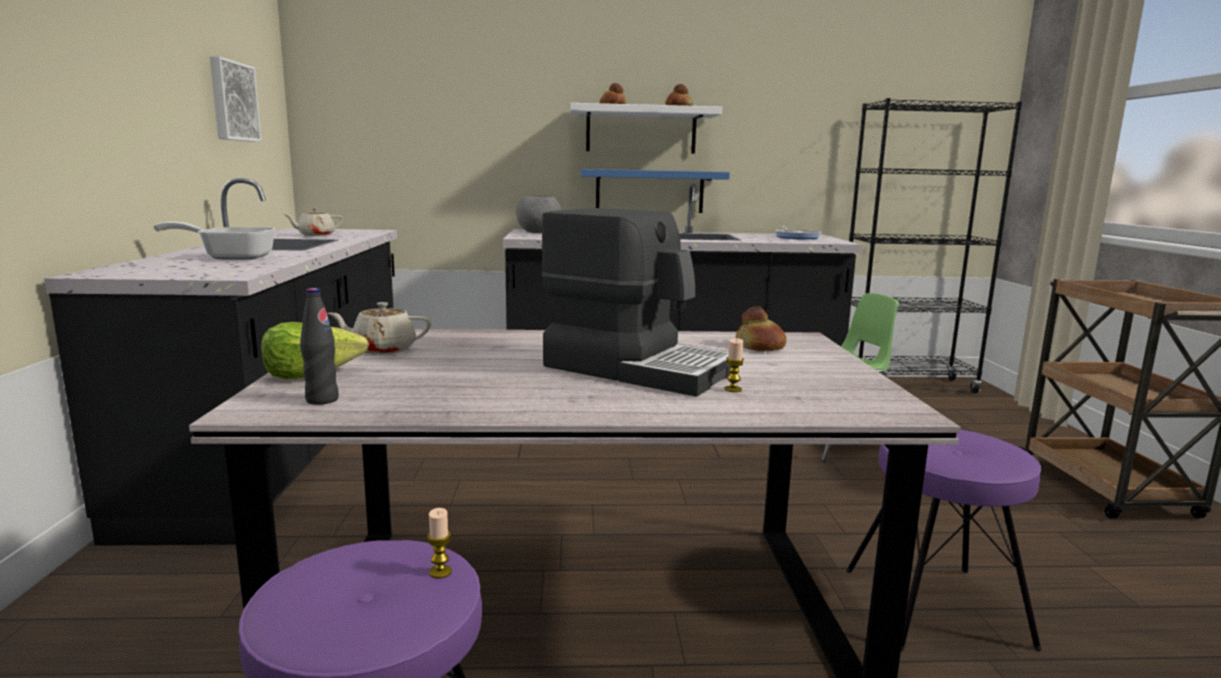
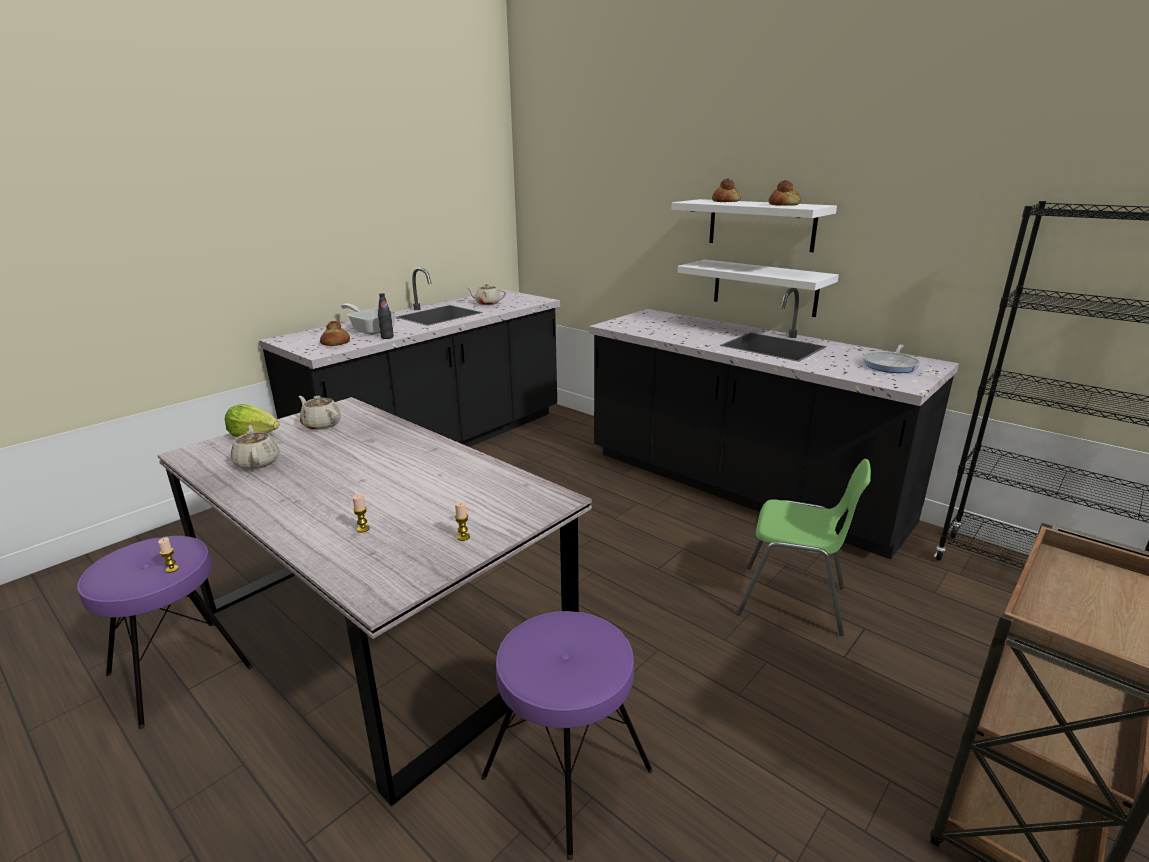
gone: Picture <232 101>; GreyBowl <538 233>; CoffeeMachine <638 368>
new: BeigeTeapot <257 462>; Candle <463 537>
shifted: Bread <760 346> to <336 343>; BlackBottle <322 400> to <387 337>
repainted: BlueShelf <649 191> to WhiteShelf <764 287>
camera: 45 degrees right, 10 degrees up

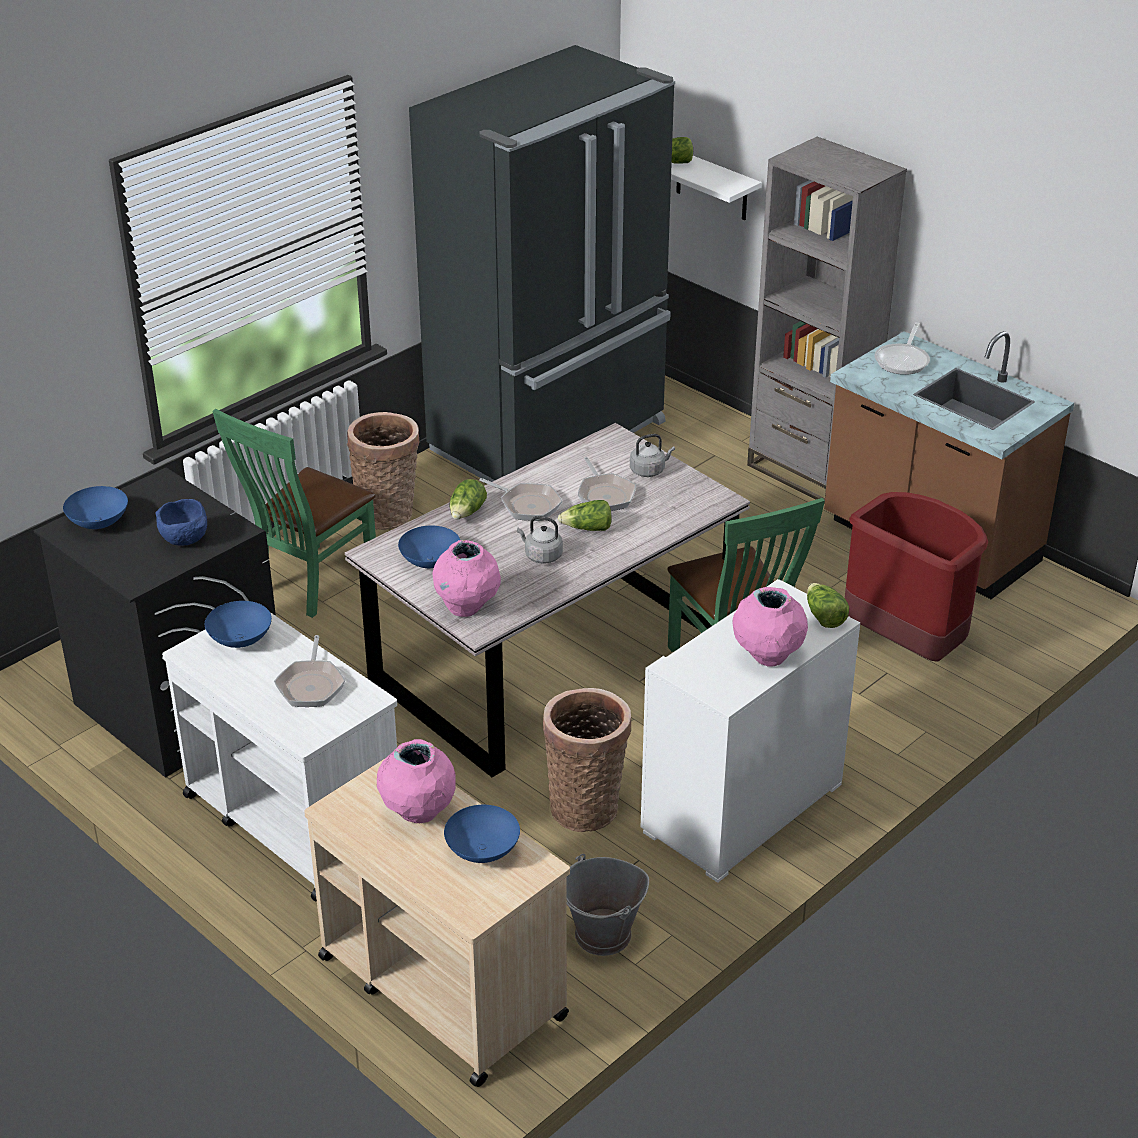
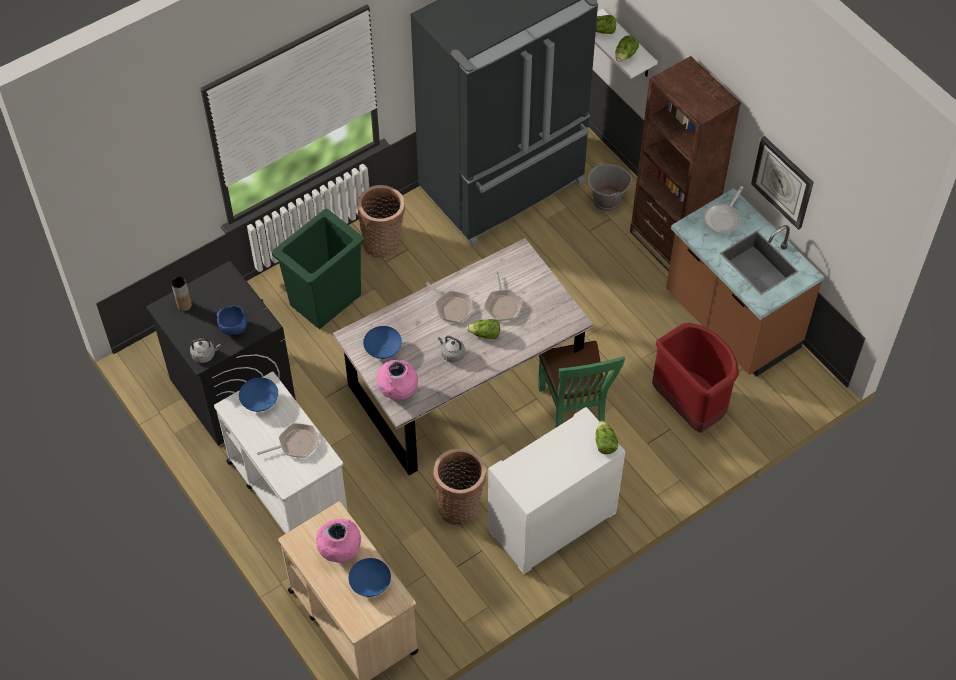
gone: PinkVase <768 657>
new: WallClock <783 182>
shifted: GreyKettle <649 470> to <205 354>; GreyBucket <603 935> to <607 201>; Lettuce <467 513> to <625 55>
swapped: BlueBowl <98 523> to BrownVase <184 305>; GreenChair <310 584> to GreenTrashCan <324 300>
repainted: GreyBookcase <809 471> to BrownBookcase <670 243>
rotated: FryingPan <311 685> = <295 444> 120 degrees counterclockwise
camera: 10 degrees right, 20 degrees up

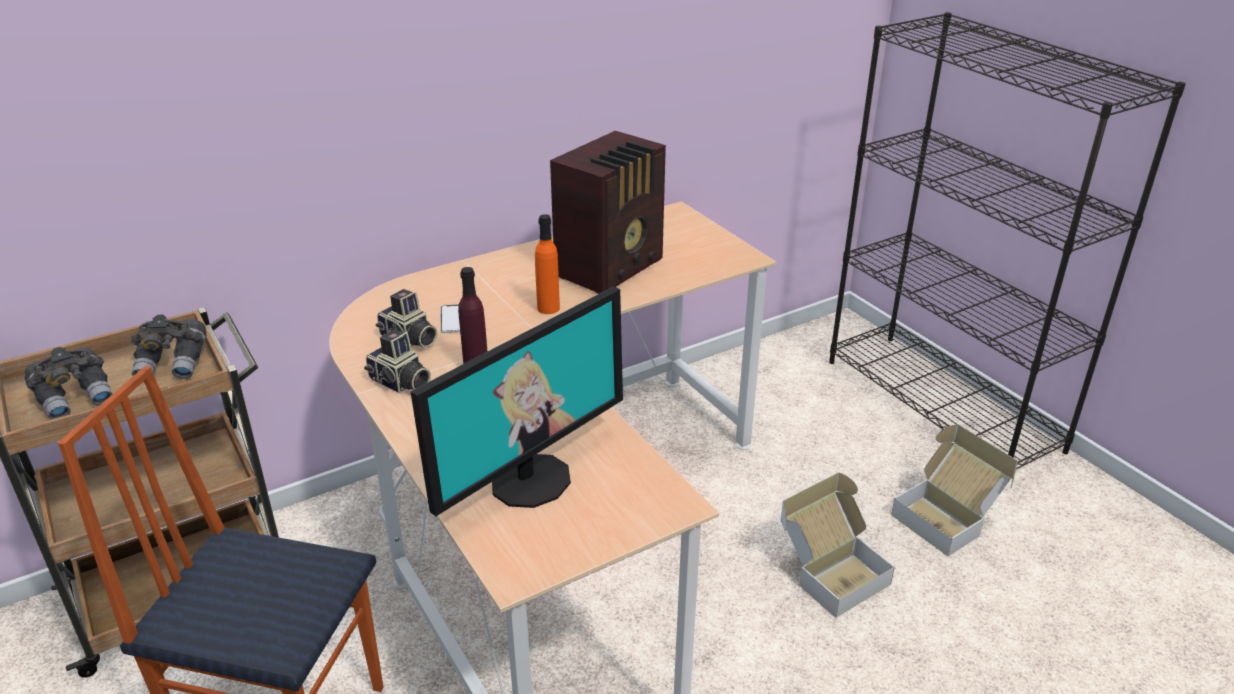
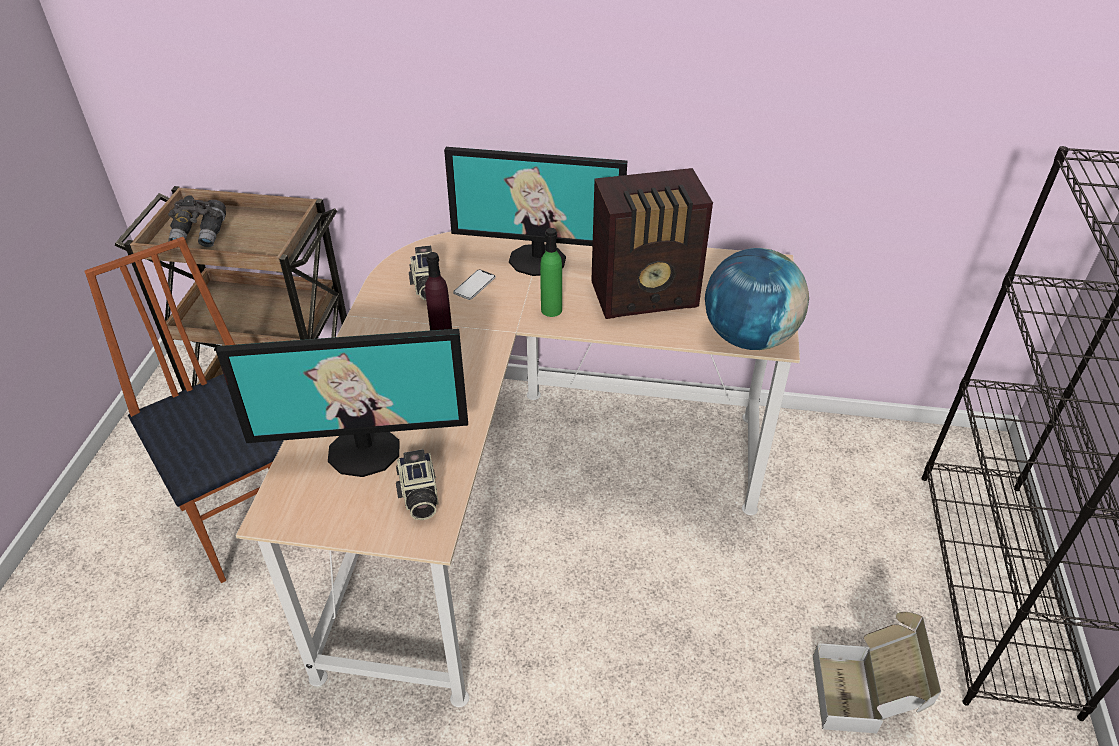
gone: GreyBinoculars <174 364>; CardboardBox <830 572>
new: Monitor <538 259>; Globe <748 338>
shifted: PhotoCamera <400 383> to <419 497>
repainted: OrangeBottle <548 308> to GreenBottle <551 310>
camera: 40 degrees right, 10 degrees up

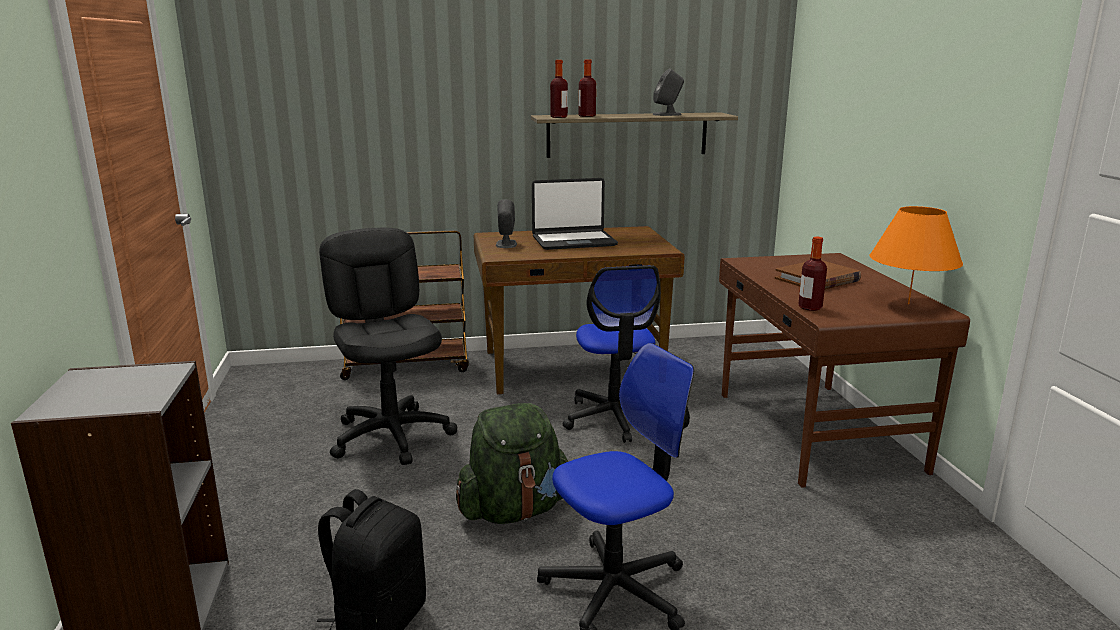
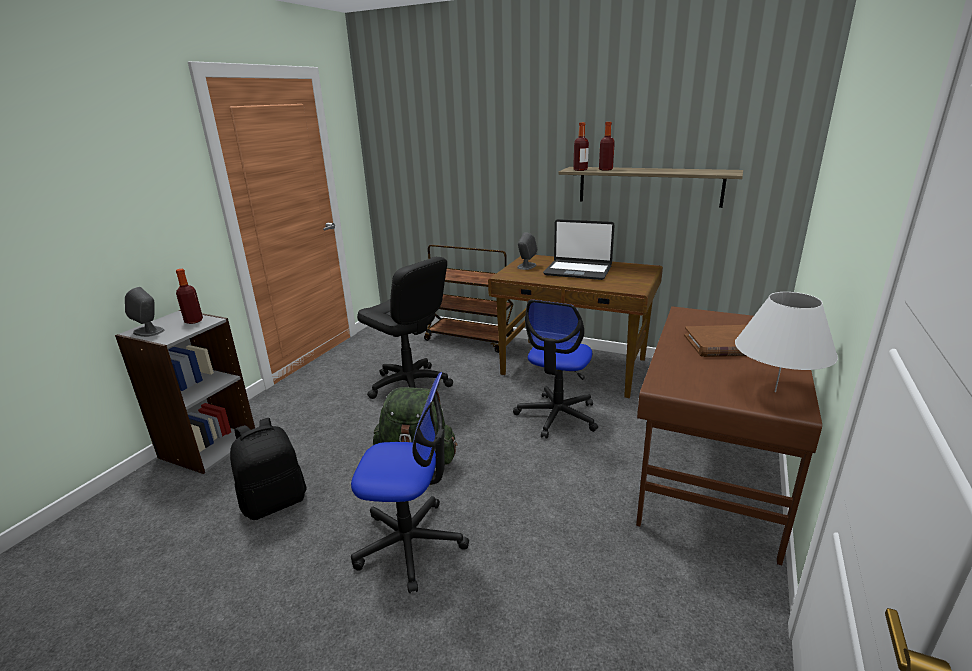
shifted: GreySpeaker <667 114> to <149 331>; Bottle <810 307> to <194 321>
repainted: OrangeTableLamp <908 304> to WhiteTableLamp <775 391>
rotated: BlackOfficeChair <392 436> = <409 386> 120 degrees clockwise
camera: 35 degrees right, 5 degrees up

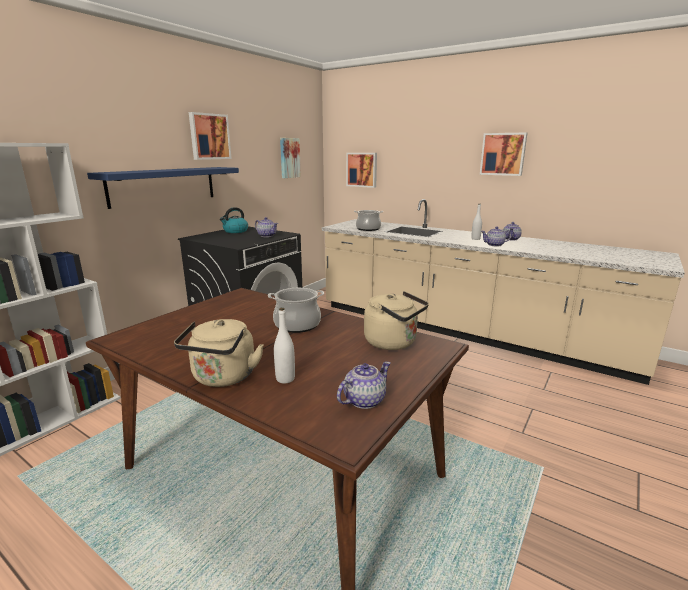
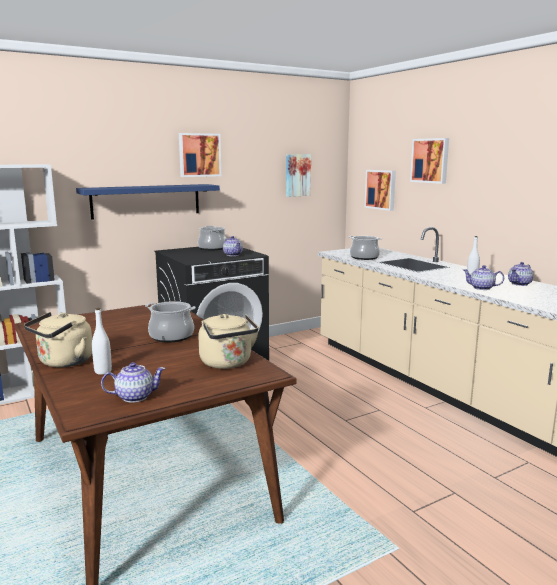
shifted: Picture <503 154> to <430 160>
swapped: Kettle <235 231> to CookingPot <213 248>
camera: 25 degrees right, 5 degrees down

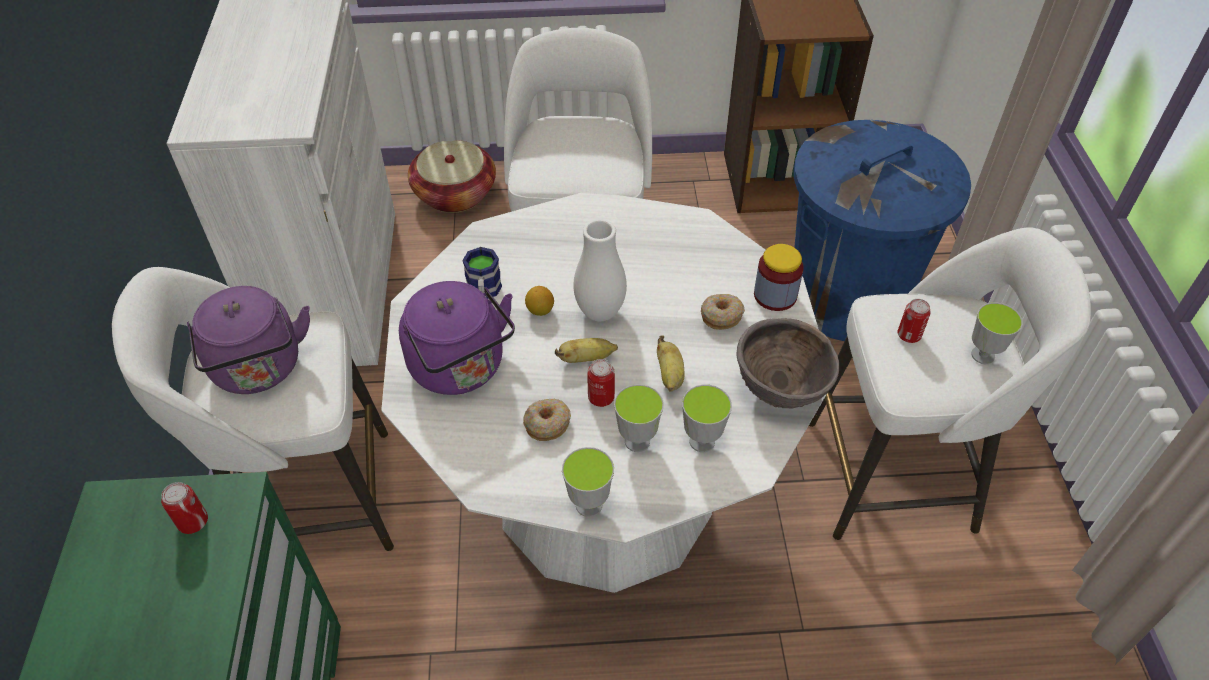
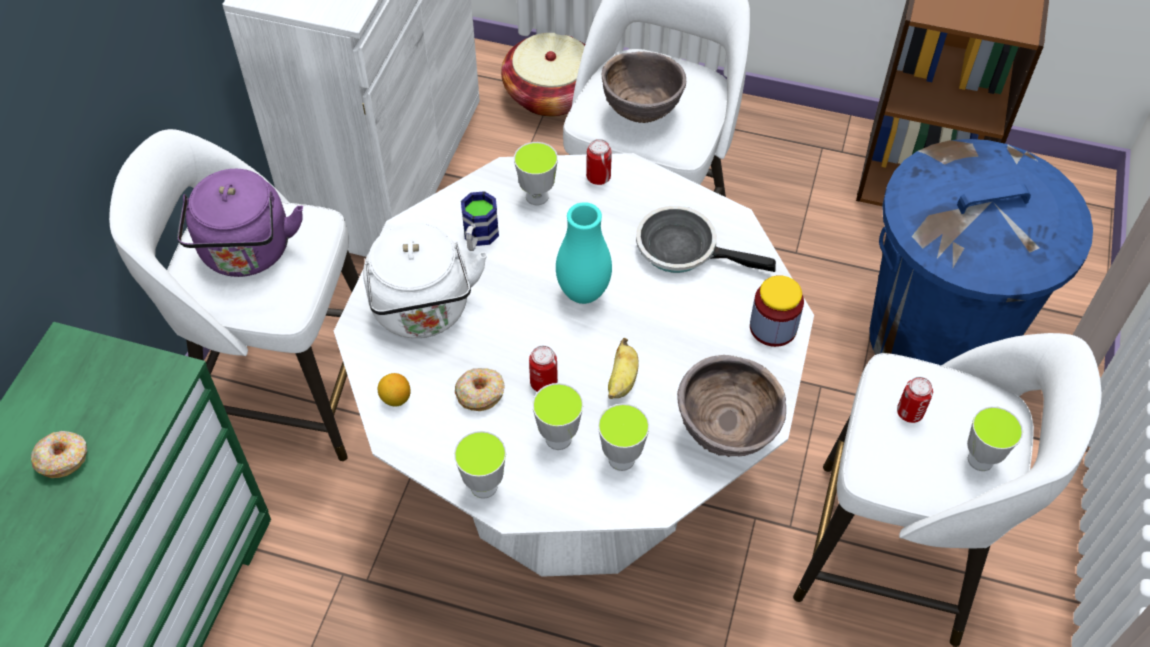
gone: Banana <586 358>
new: Cup <537 196>; BrownBowl <641 113>; FryingPan <683 249>
shifted: Donut <721 316> to <63 458>; Lemon <540 310> to <396 399>; Can <193 522> to <598 177>
repainted: PurpleKettle <461 369> to WhiteKettle <423 312>; WhiteVase <600 312> to TurquoiseVase <583 293>
camera: 20 degrees right, 5 degrees up

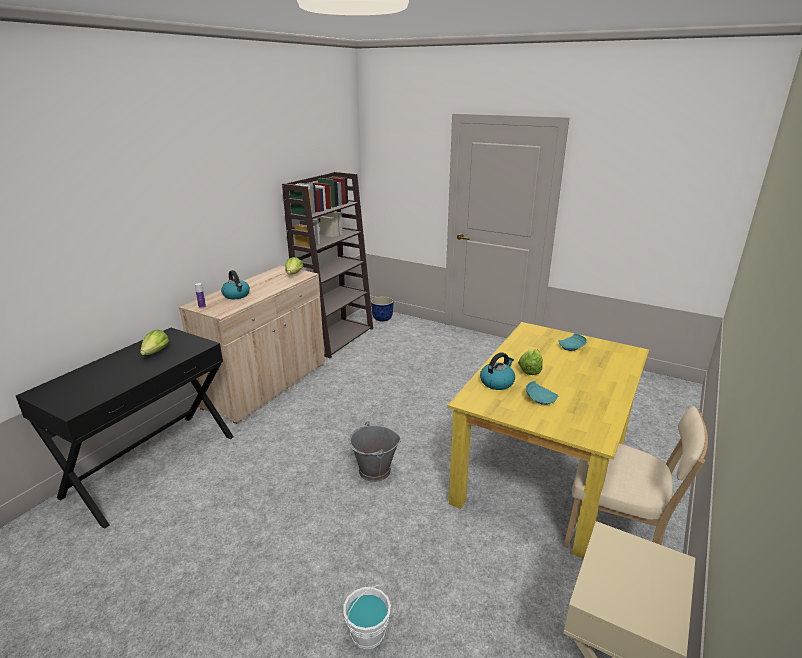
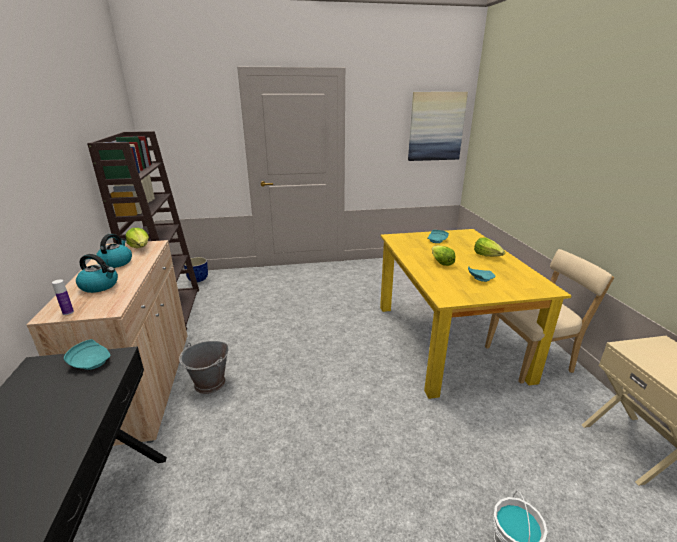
new: TurquoisePlate <91 362>; Picture <436 126>
shifted: Kettle <497 382> to <116 262>; GreyBucket <374 471> to <210 383>; Lettuce <156 352> to <487 255>
camera: 40 degrees left, 0 degrees up

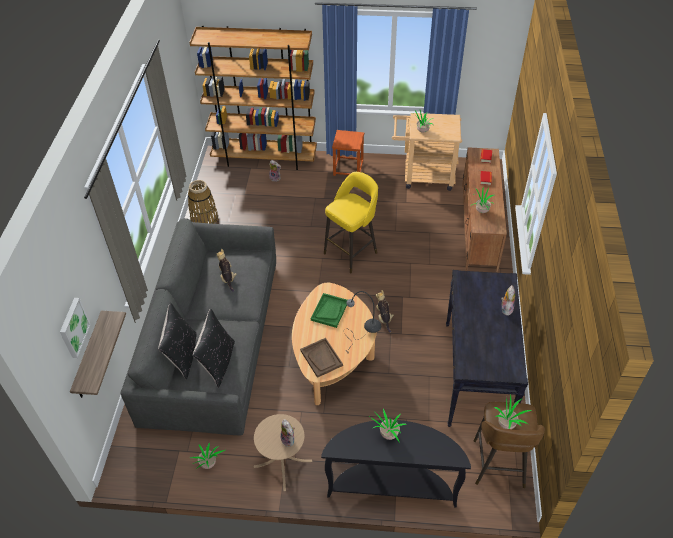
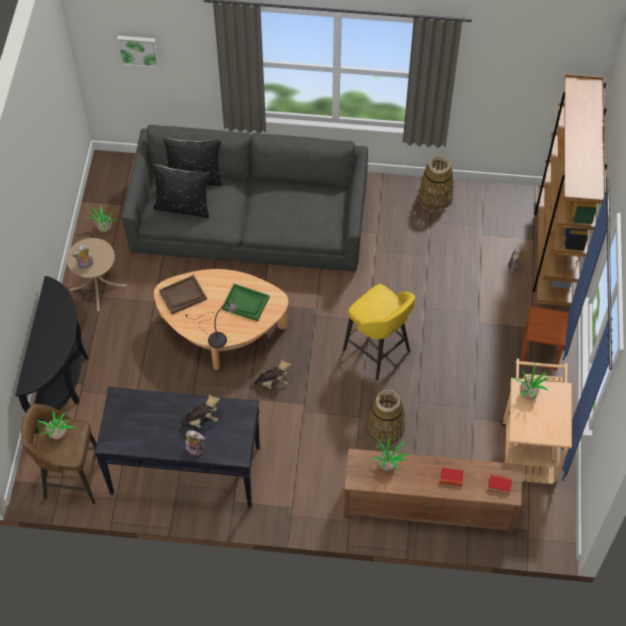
gone: Shelf <89 357>; PottedPlant <388 435>
new: Basket <385 428>
shifted: PlushToy <227 278> to <201 420>
camera: 90 degrees right, 10 degrees up

